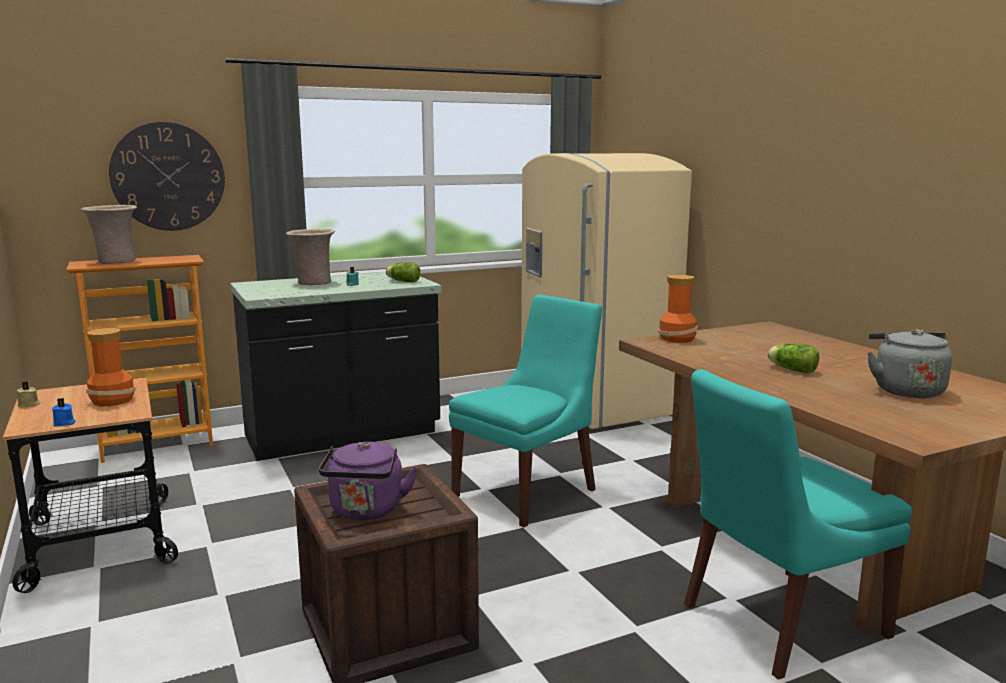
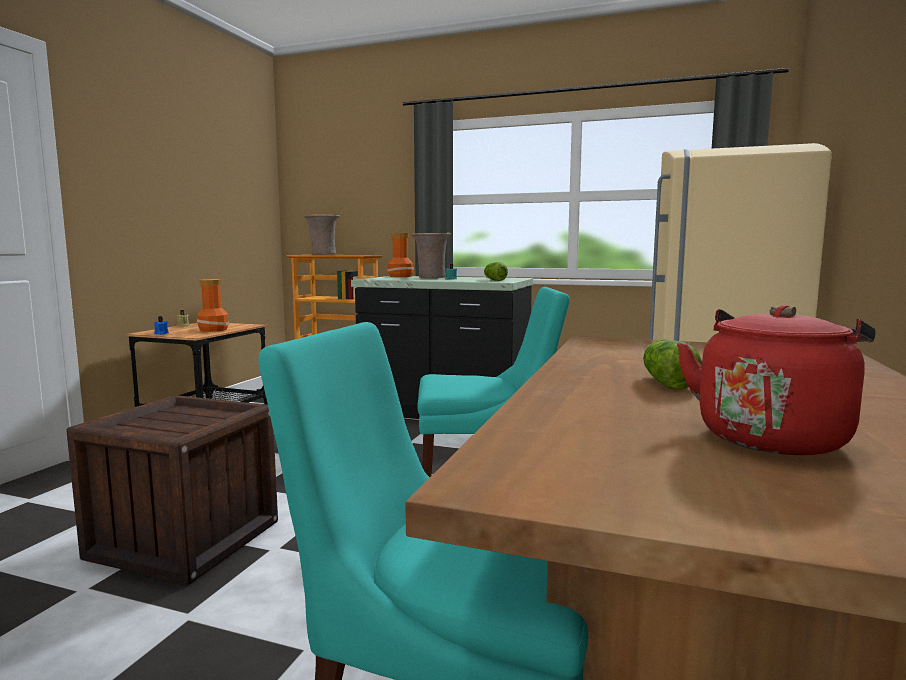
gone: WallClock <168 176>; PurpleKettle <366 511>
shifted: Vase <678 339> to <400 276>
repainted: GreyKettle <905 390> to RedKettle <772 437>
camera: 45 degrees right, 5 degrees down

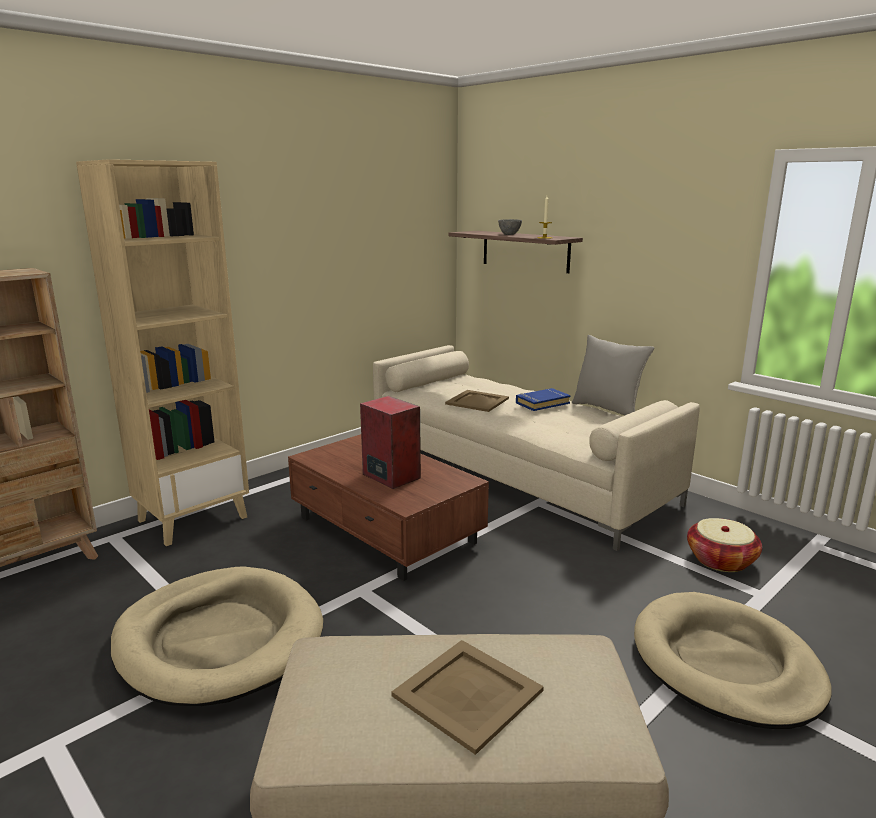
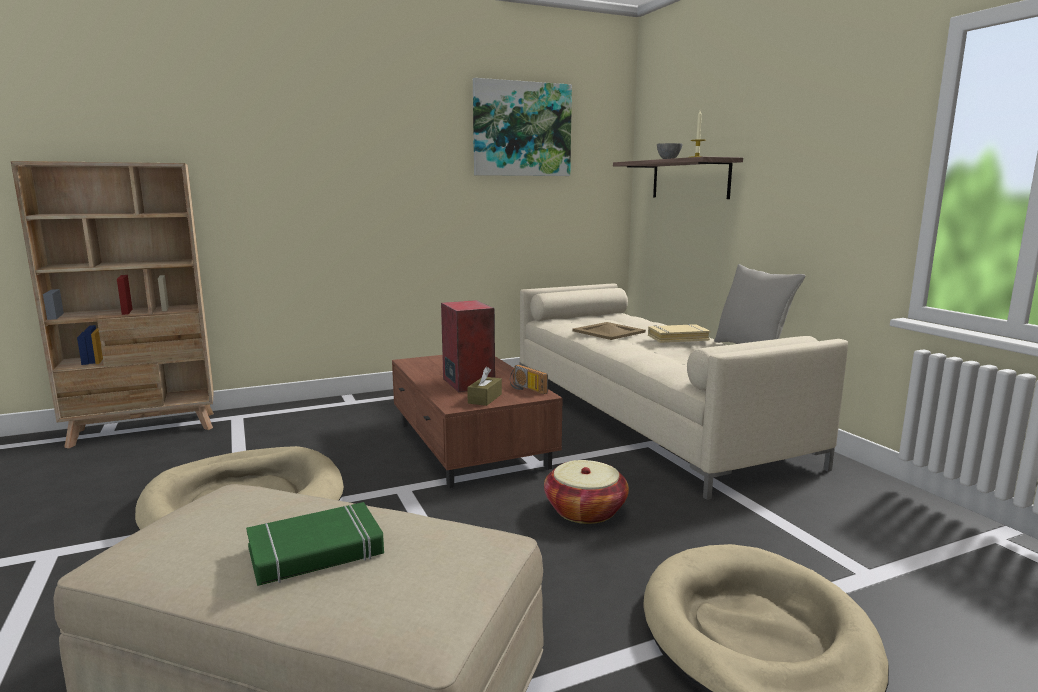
gone: BeigeBookcase <193 518>
new: BrownTissueBox <485 398>; Picture <522 129>; Radio <526 389>
shifted: Basket <721 560> to <585 511>
swapped: BeigeTray <469 693> to GreenBook <316 552>
repainted: BlueBook <542 403> to BeigeBook <677 338>
camera: 20 degrees right, 5 degrees down

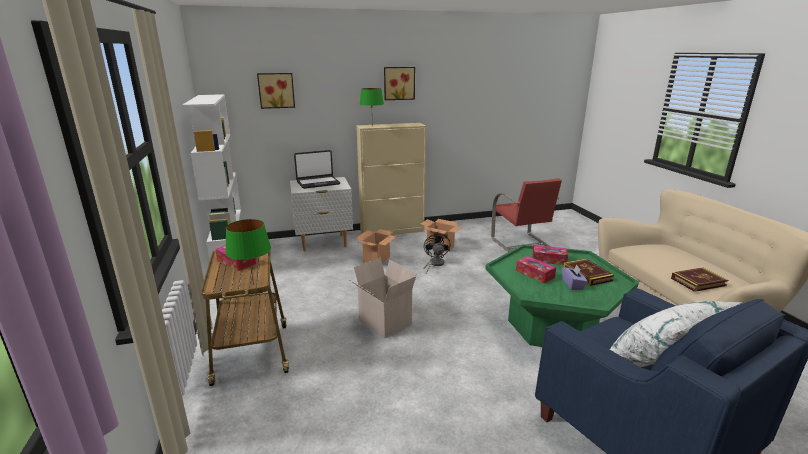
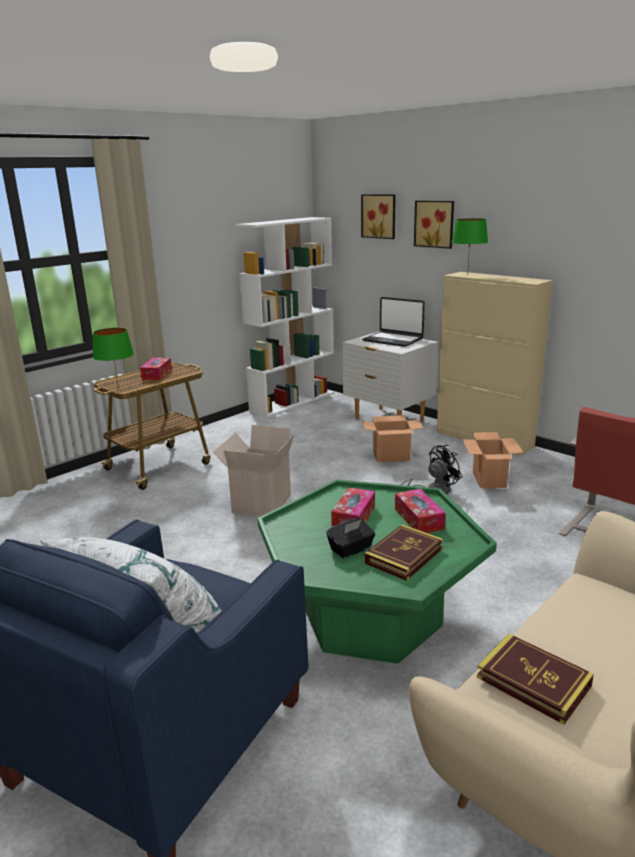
shifted: Picture <399 83> to <435 224>
repainted: PurpleTissueBox <573 285> to BlackTissueBox <351 549>
camera: 60 degrees right, 0 degrees up

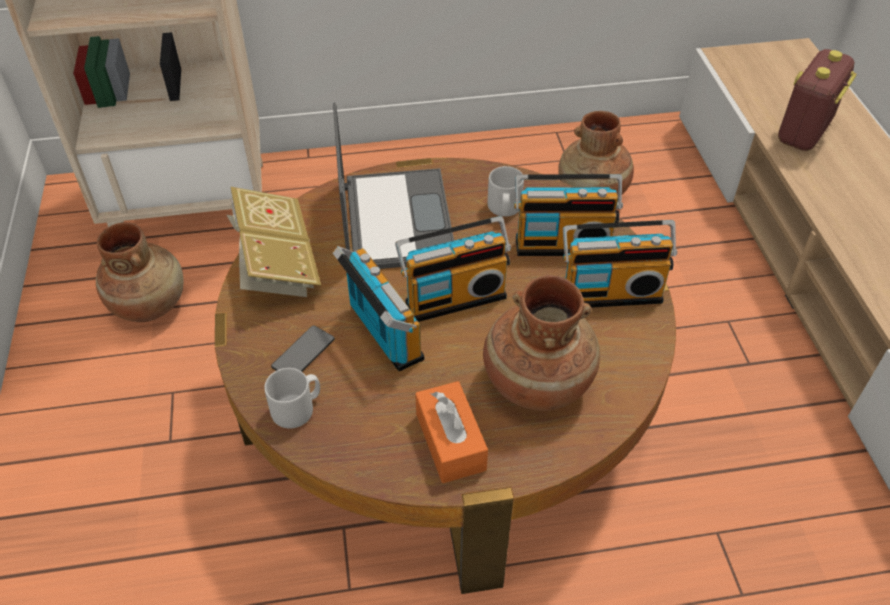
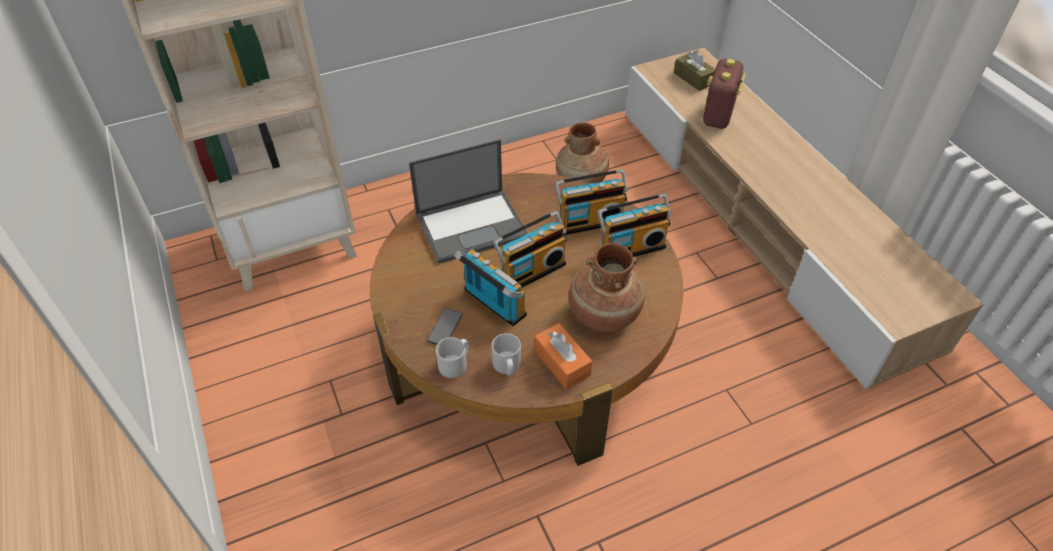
gone: BrownVase <149 303>; Book <275 264>
new: BrownTissueBox <693 78>
shifted: GreyMug <504 209> to <507 366>
rotated: Laptop <395 218> = <472 225> 90 degrees clockwise
camera: 15 degrees left, 0 degrees up

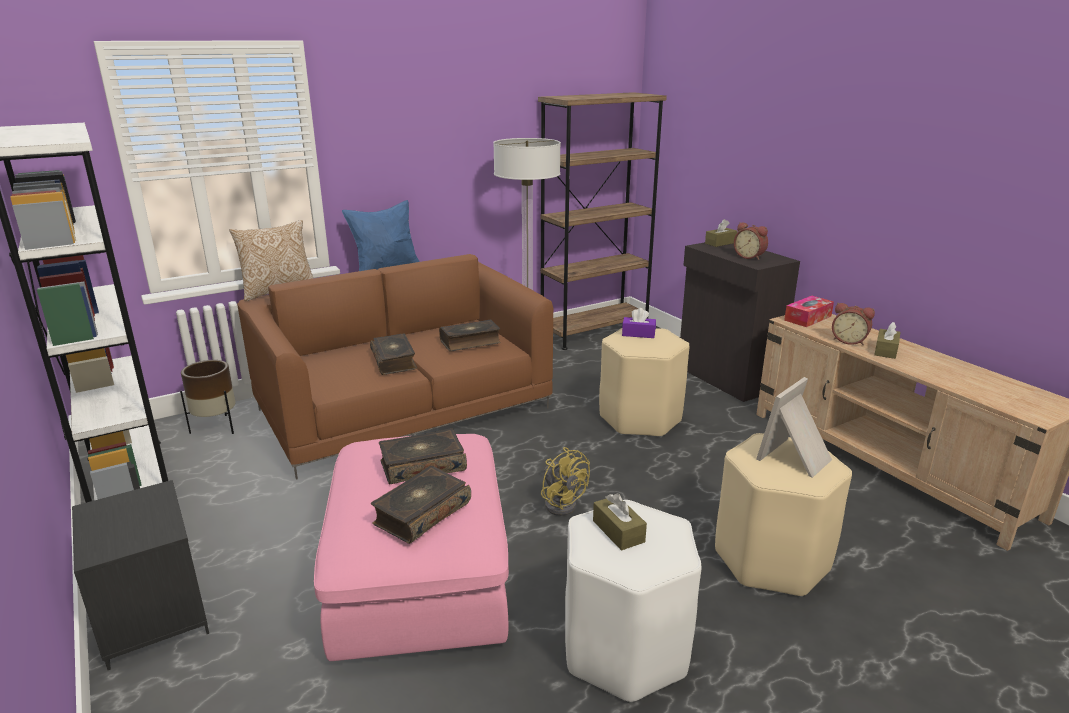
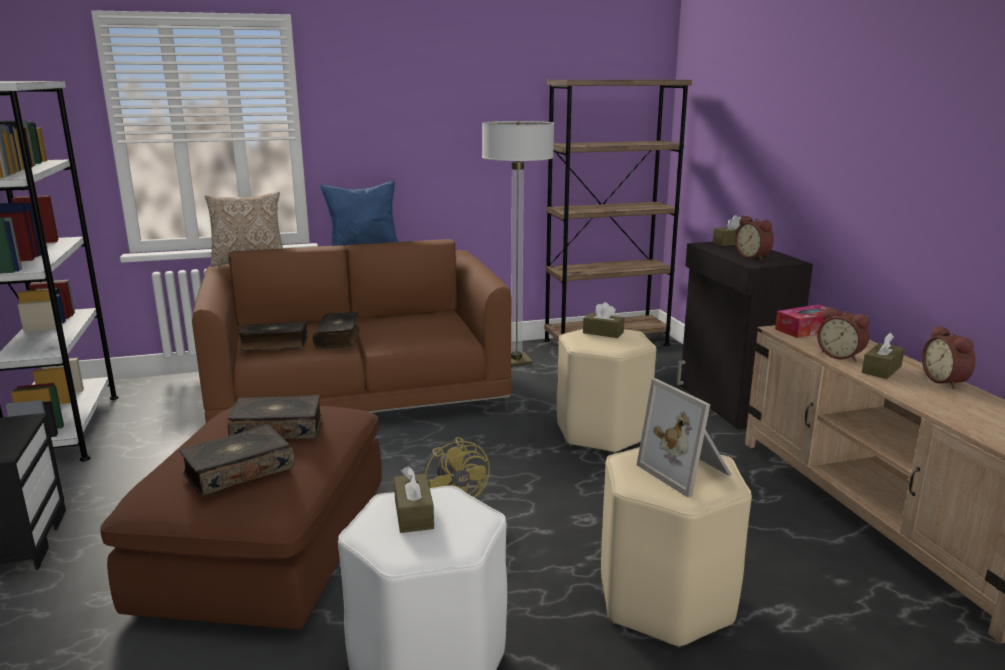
gone: BrownPlanter <217 427>
new: AlarmClock <946 381>
shifted: Book <470 342> to <274 344>
repainted: PinkOttoman <418 572> to BrownOttoman <267 547>; PurpleTissueBox <638 334> to BrownTissueBox <603 332>
rotated: PictureFrame <796 458> = <688 471> 90 degrees counterclockwise
camera: 15 degrees right, 5 degrees down

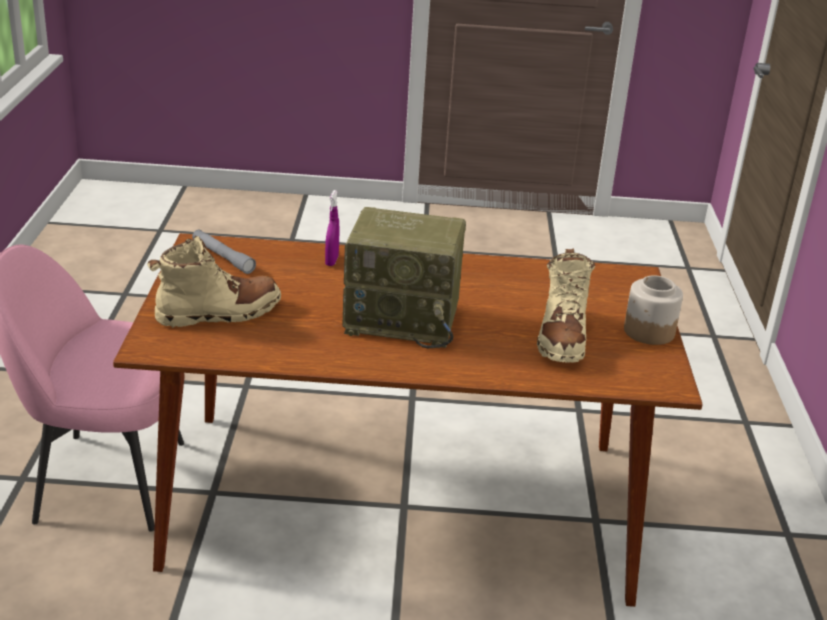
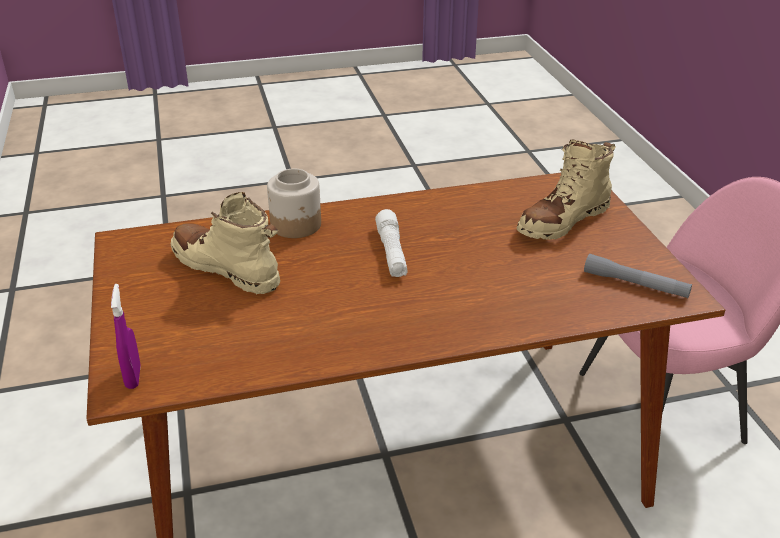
shifted: PurpleSprayBottle <331 261> to <133 377>; Jar <648 331> to <296 225>
swapped: Radio <404 320> to WhiteFlashlight <391 252>
rotated: BeigeBoot <561 337> = <226 268> 45 degrees counterclockwise
camera: 165 degrees right, 5 degrees up

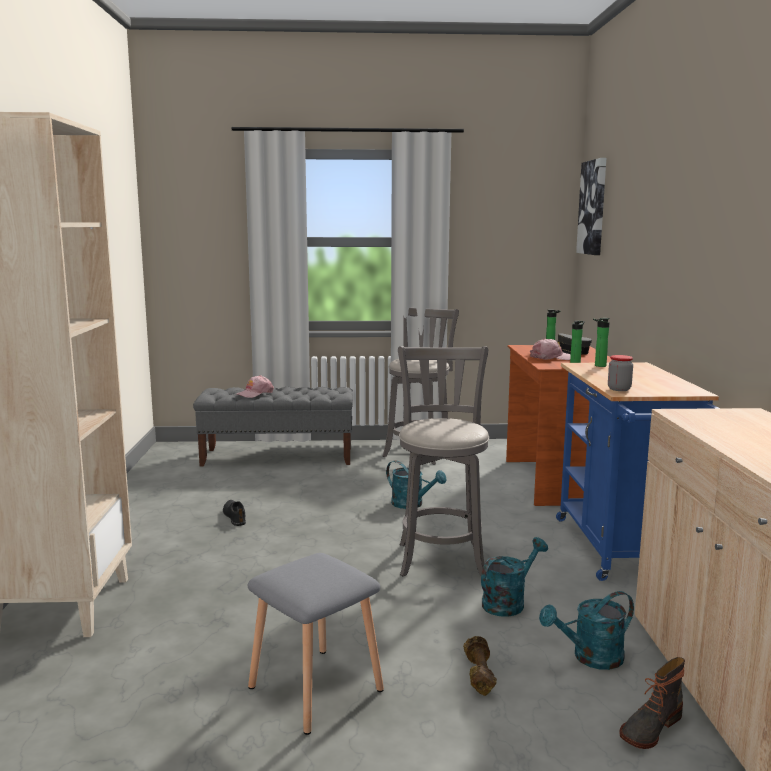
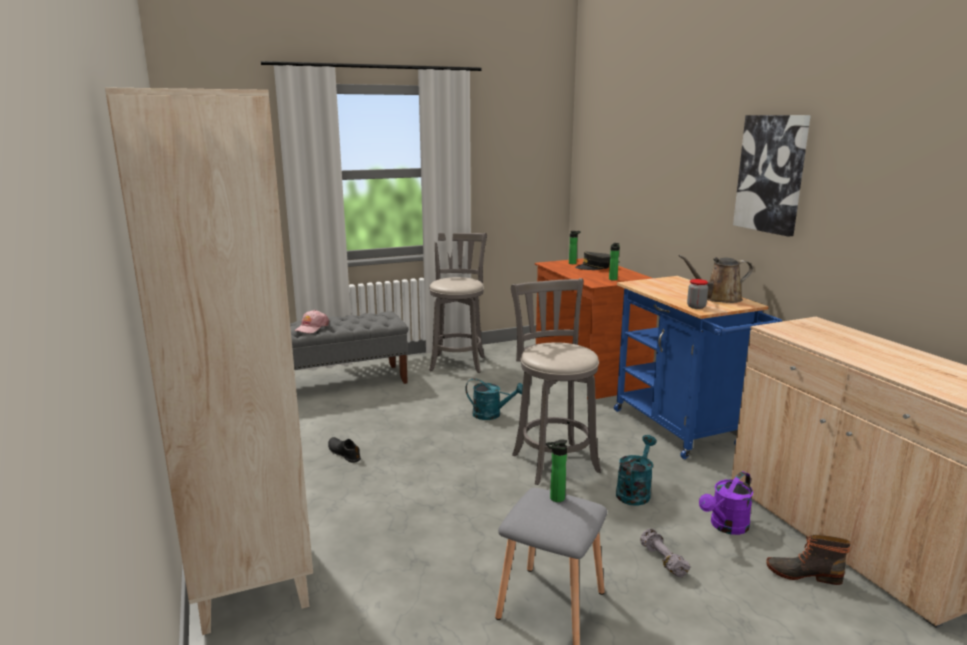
gone: PinkCap <551 358>
new: BrownWateringCan <719 299>
shifted: Bottle <598 366> to <555 499>; Picture <593 207> to <771 174>
repainted: BrownDumbbell <478 675> to GreyDumbbell <662 560>; TurquoiseWateringCan <590 658> to PurpleWateringCan <725 527>
rotated: Boot <649 727> = <803 573> 75 degrees clockwise
camera: 20 degrees left, 5 degrees up

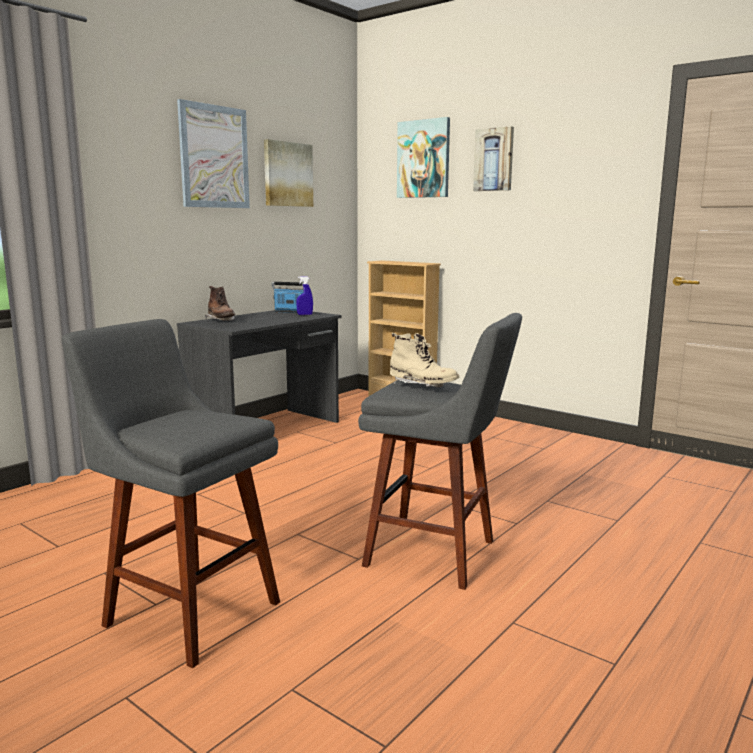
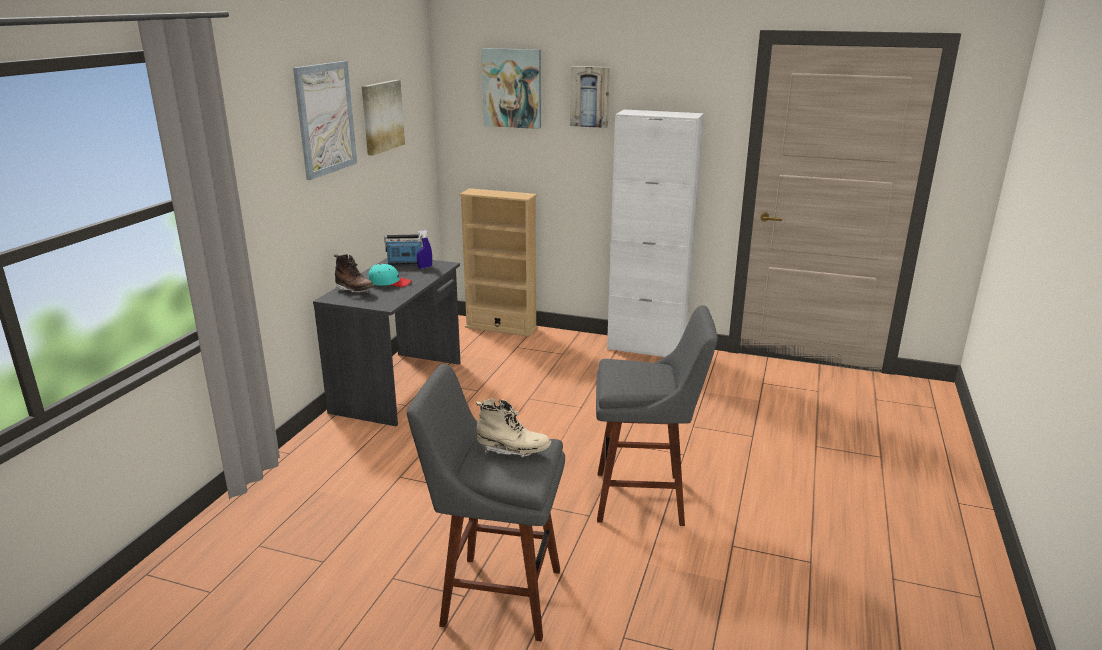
new: TurquoiseCap <389 282>; WhiteCabinet <646 348>
shifted: BeigeBoot <422 387> to <513 451>
camera: 20 degrees left, 10 degrees up

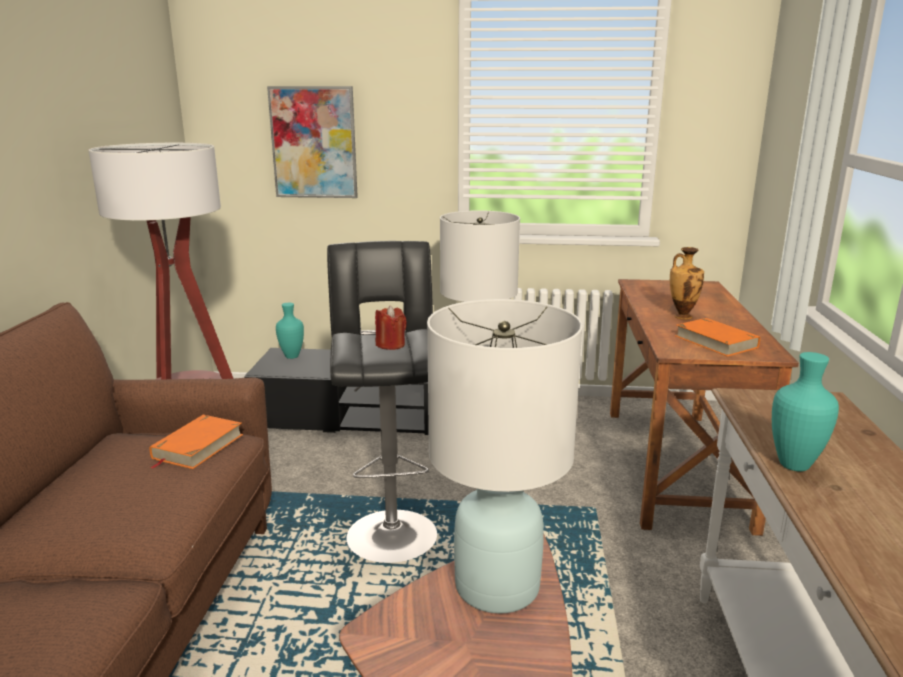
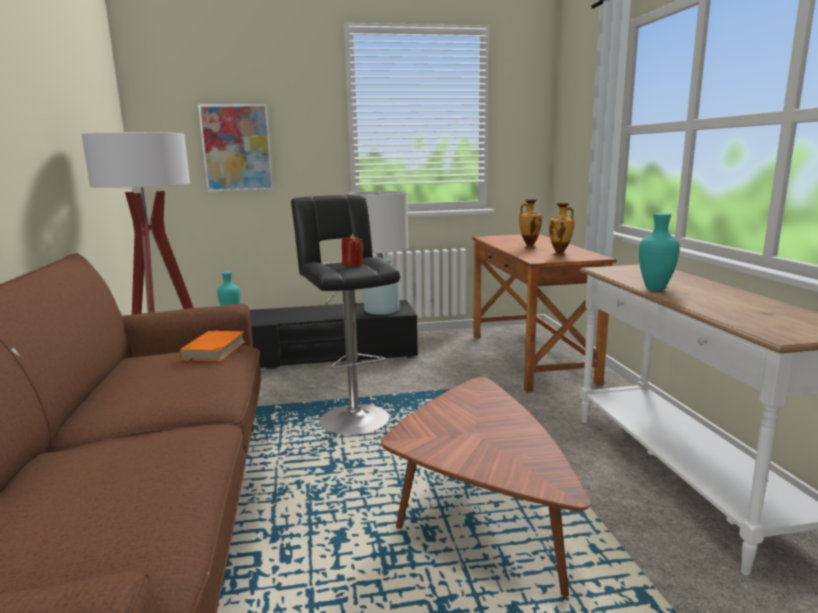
gone: WhiteTableLamp <496 587>
swapped: OrangeBook <715 341> to Vase <560 255>
camera: 15 degrees left, 5 degrees down

